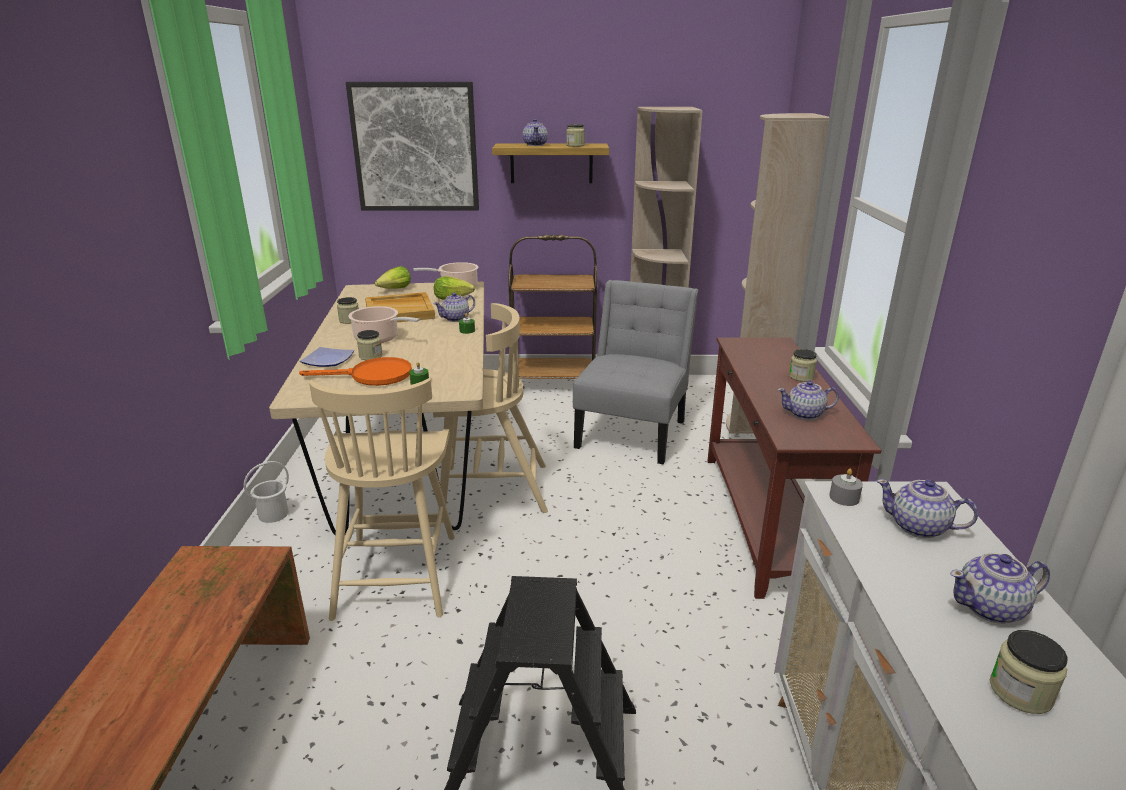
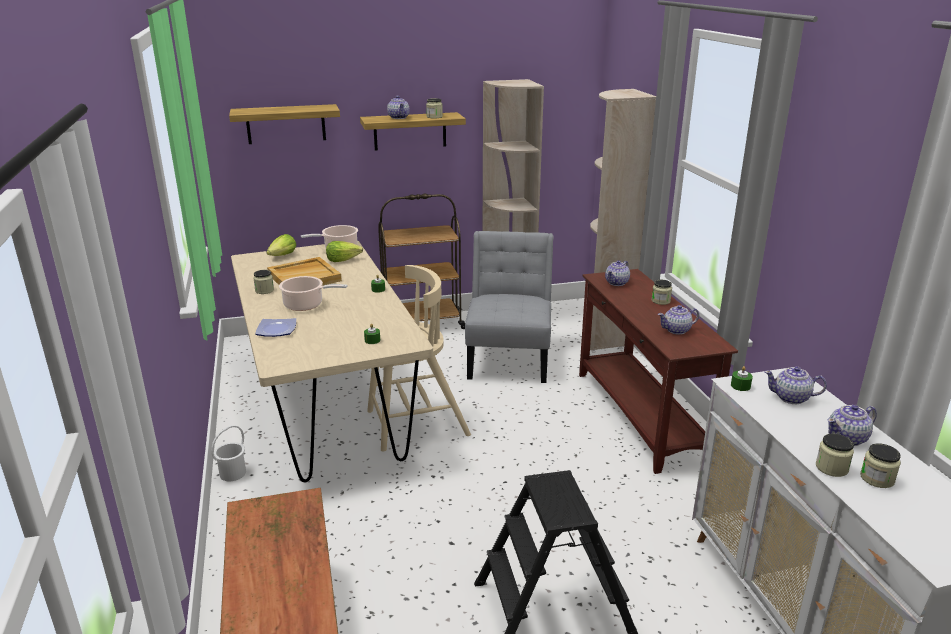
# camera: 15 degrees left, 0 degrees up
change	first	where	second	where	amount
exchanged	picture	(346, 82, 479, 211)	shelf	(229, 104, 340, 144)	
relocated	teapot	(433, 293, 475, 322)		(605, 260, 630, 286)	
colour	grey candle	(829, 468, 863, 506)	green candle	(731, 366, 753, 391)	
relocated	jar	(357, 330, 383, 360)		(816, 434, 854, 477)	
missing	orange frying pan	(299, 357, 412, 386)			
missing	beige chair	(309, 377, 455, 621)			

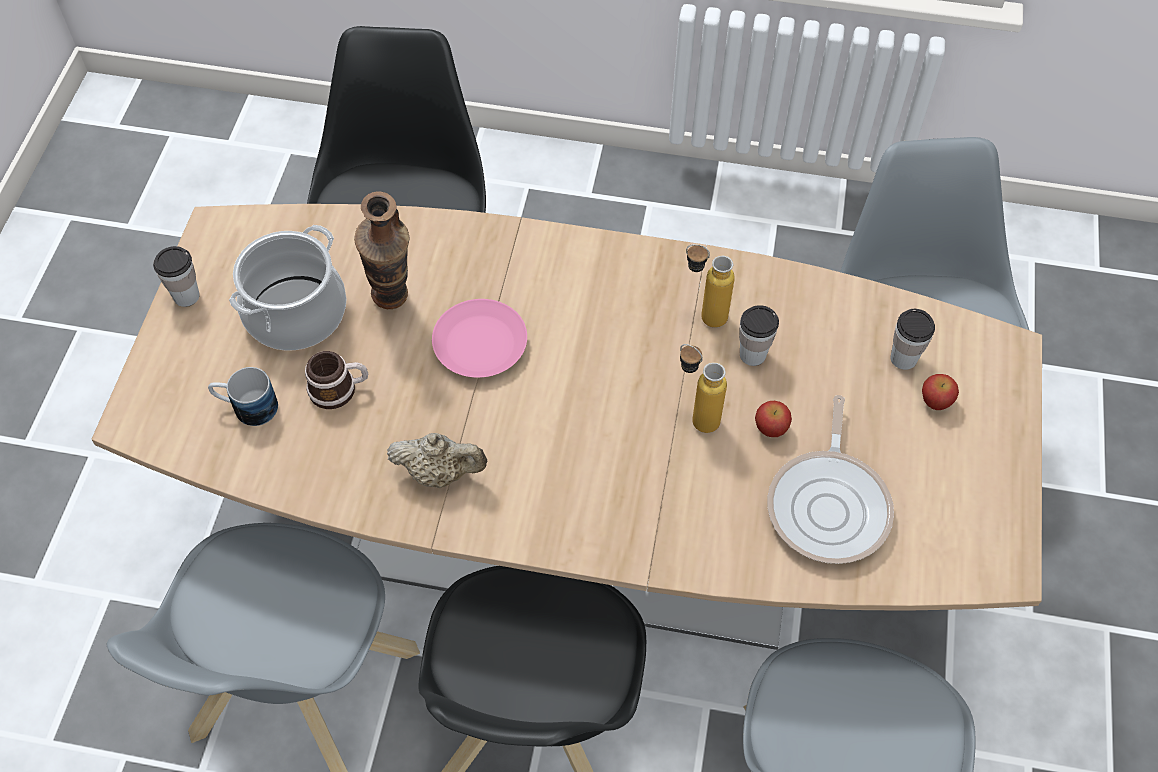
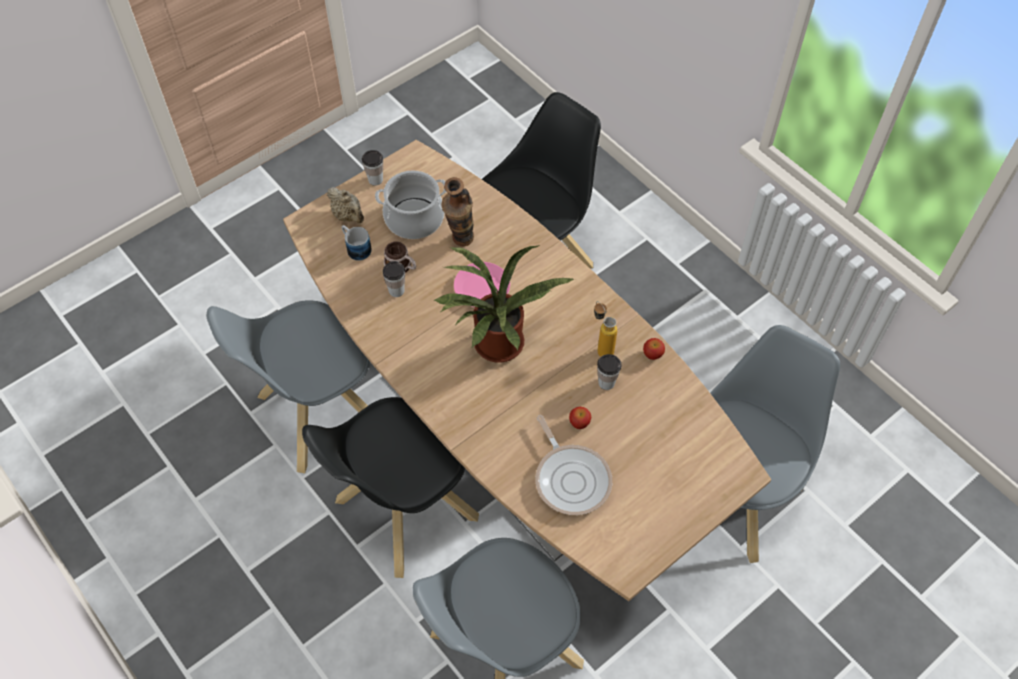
# camera: 40 degrees right, 0 degrees up
change	first	where	second	where	amount
relocated	beige teapot	(387, 433, 487, 488)		(327, 187, 364, 223)	
relocated	cup	(890, 309, 935, 370)		(383, 261, 405, 297)	
appeared			potted plant	(434, 245, 575, 363)	
spun	frying pan	(767, 395, 894, 564)		(535, 415, 612, 515)	75 degrees counterclockwise
relocated	apple	(922, 374, 959, 410)		(643, 338, 665, 360)	
missing	bottle	(680, 344, 727, 433)			

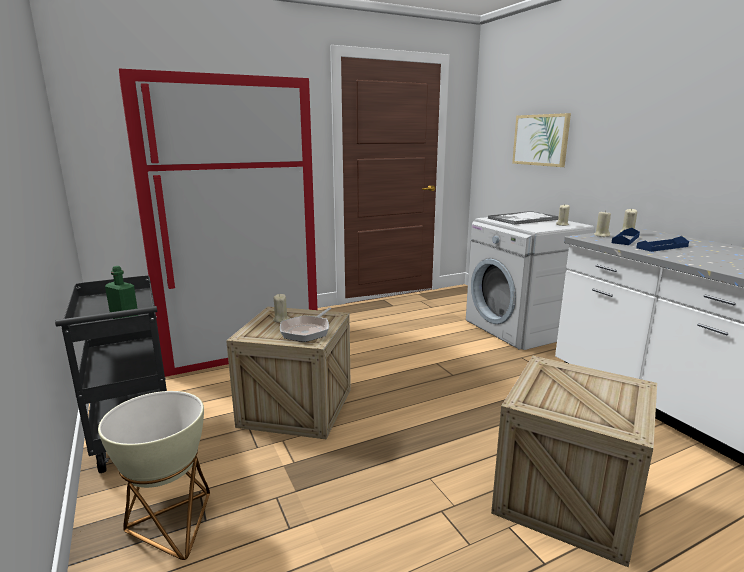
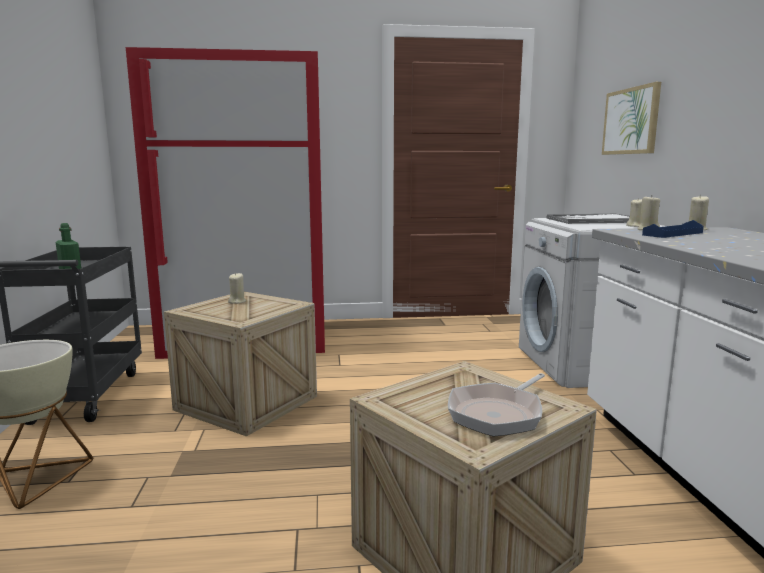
# camera: 20 degrees right, 5 degrees down
change	first	where	second	where	amount
relocated	frying pan	(280, 307, 331, 342)		(448, 373, 545, 437)	
missing	blue tray	(636, 236, 689, 252)			

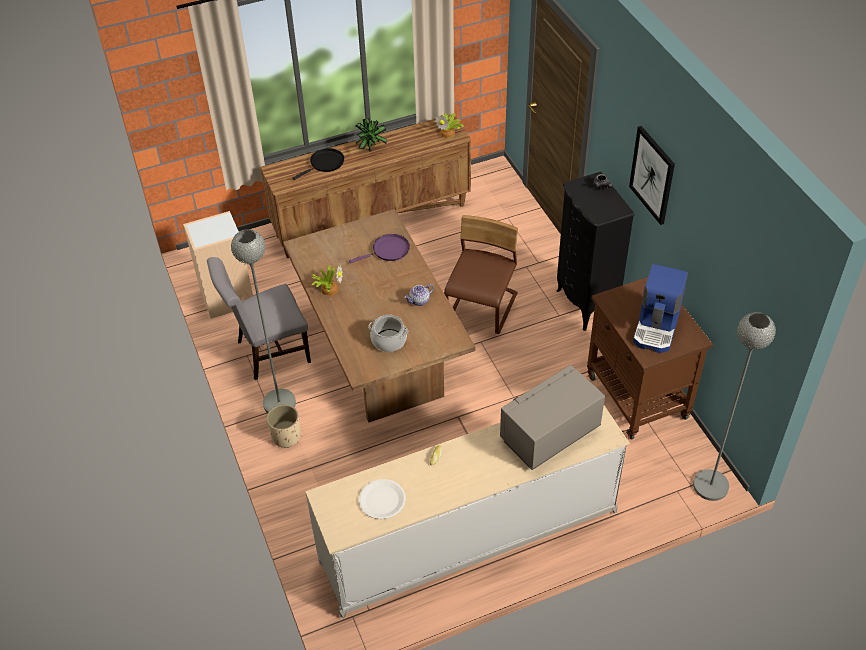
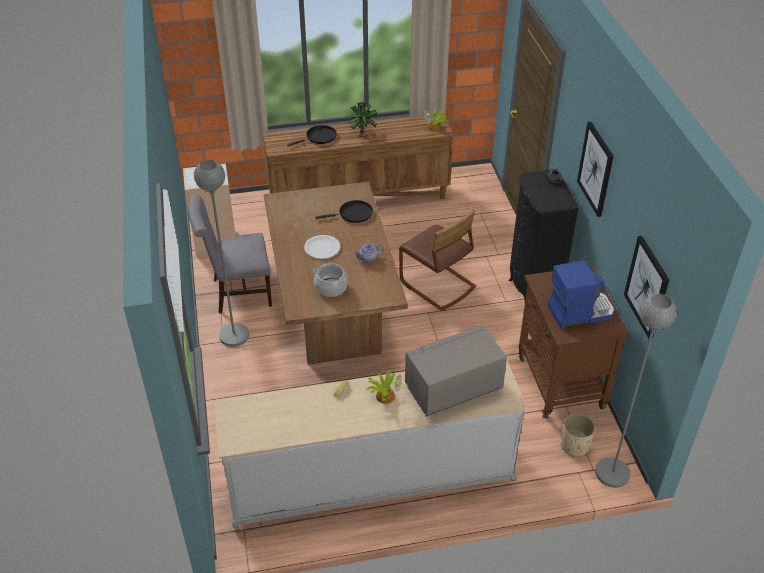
# camera: 10 degrees right, 5 degrees down
change	first	where	second	where	amount
relocated	white plate	(359, 479, 406, 519)		(304, 235, 341, 259)	
colour	purple frying pan	(349, 234, 410, 263)	black frying pan	(315, 200, 373, 223)	
relocated	potted plant	(312, 265, 342, 296)		(367, 370, 402, 404)	
spun	brown chair	(444, 215, 518, 334)		(399, 209, 476, 311)	105 degrees clockwise
spun	coffee machine	(633, 264, 688, 353)		(547, 261, 614, 328)	135 degrees counterclockwise
relocated	beige planter	(267, 404, 301, 448)		(561, 413, 595, 457)	
appeared			picture	(624, 236, 669, 339)	

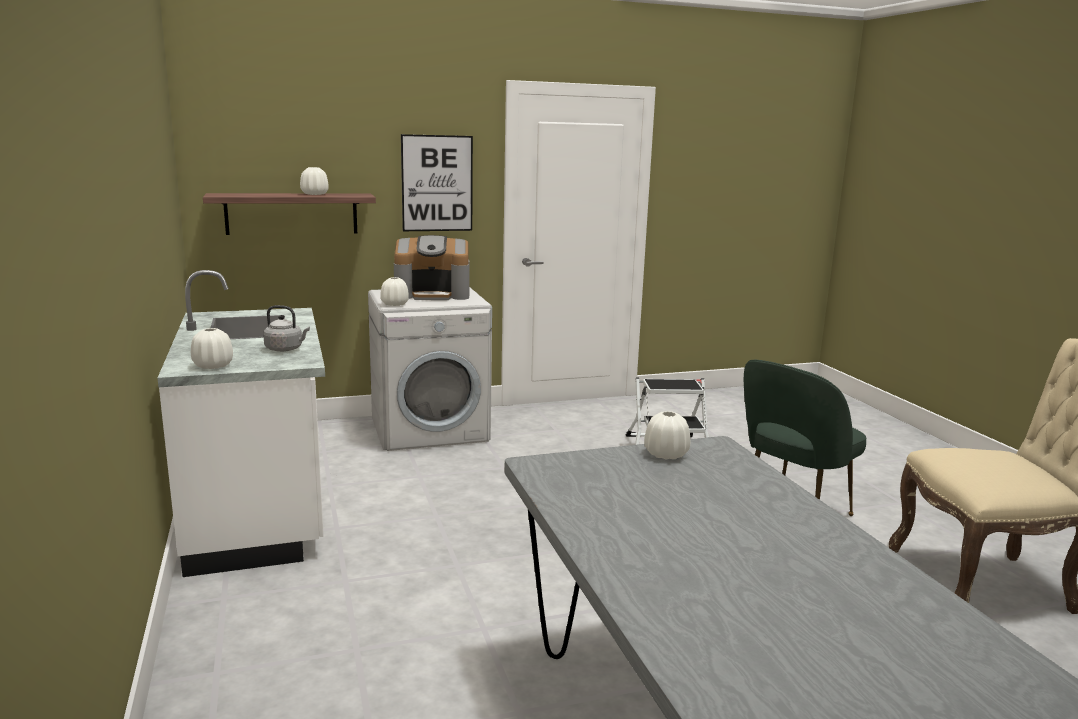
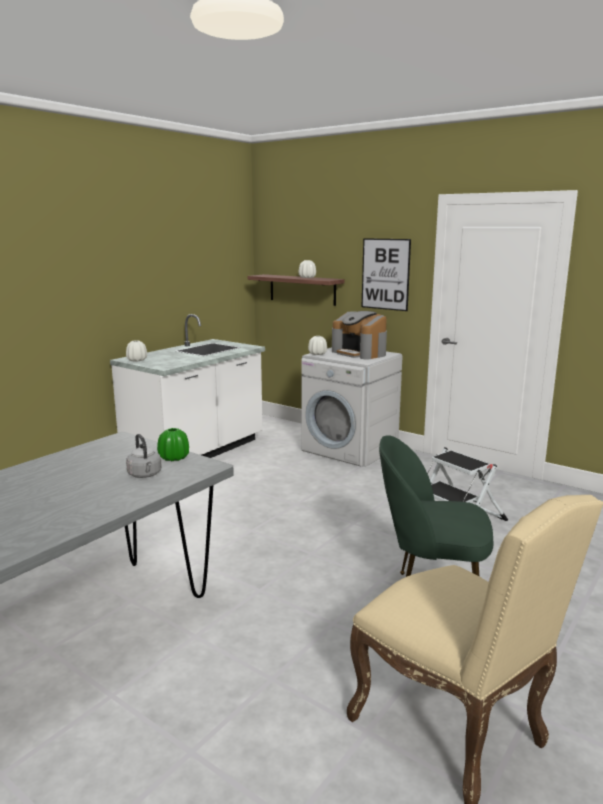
# camera: 55 degrees right, 0 degrees up
change	first	where	second	where	amount
relocated	grey kettle	(263, 305, 310, 352)		(126, 434, 162, 478)	
colour	white vase	(644, 411, 690, 460)	green vase	(157, 428, 189, 461)	

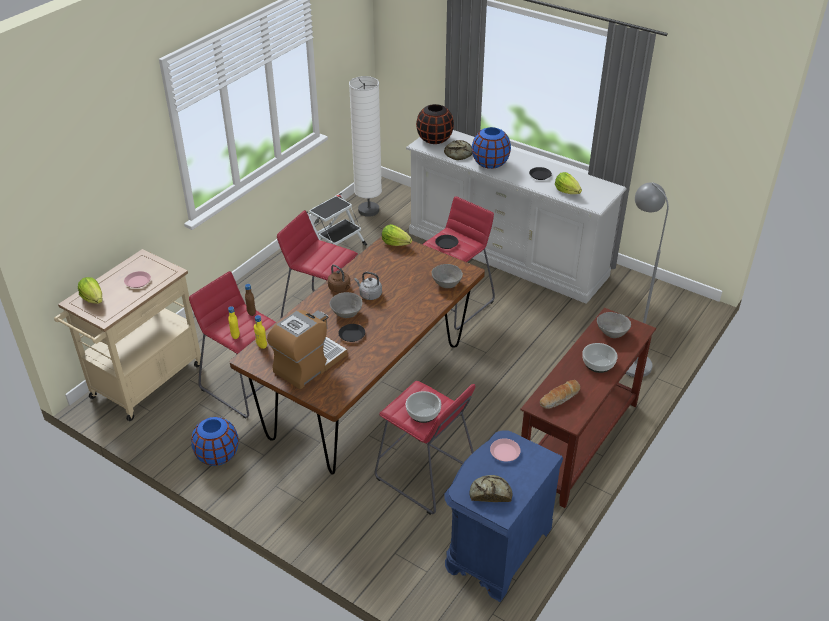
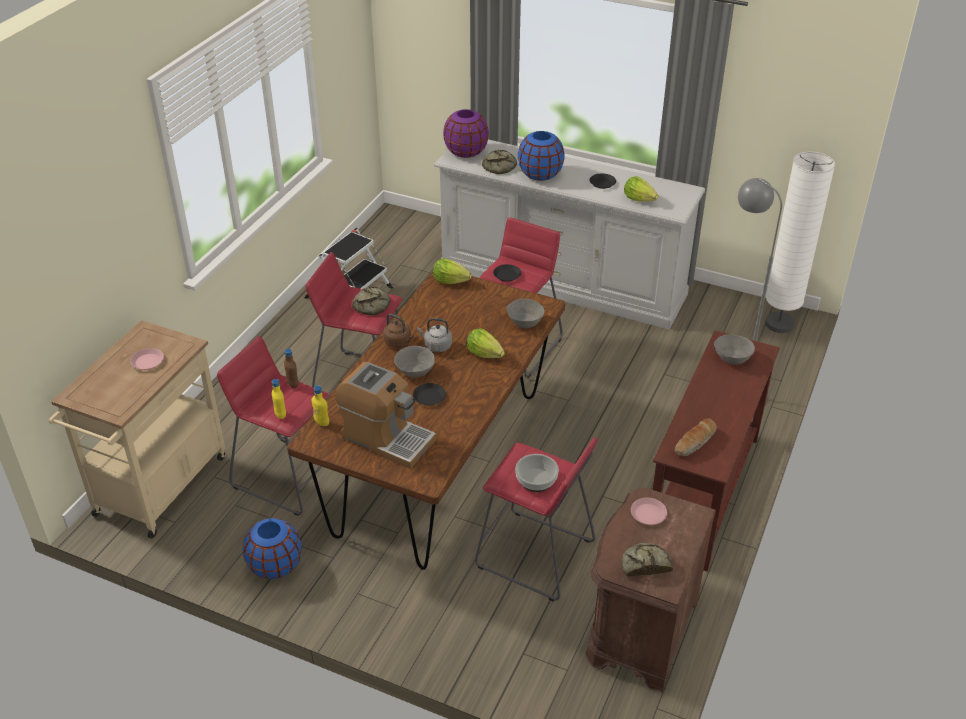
# camera: 10 degrees left, 0 degrees up
change	first	where	second	where	amount
spun	coffee machine	(267, 310, 348, 389)		(335, 362, 437, 469)	90 degrees clockwise
appeared			bread	(352, 287, 391, 316)	
colour	black vase	(416, 104, 454, 144)	purple vase	(443, 109, 489, 158)	
relocated	lettuce	(78, 277, 103, 304)		(467, 328, 505, 358)	
colour	blue nightstand	(444, 430, 563, 602)	brown nightstand	(585, 488, 716, 693)	
relocated	white floor lamp	(349, 76, 382, 217)		(765, 152, 835, 333)	
missing	bowl	(582, 343, 618, 373)			

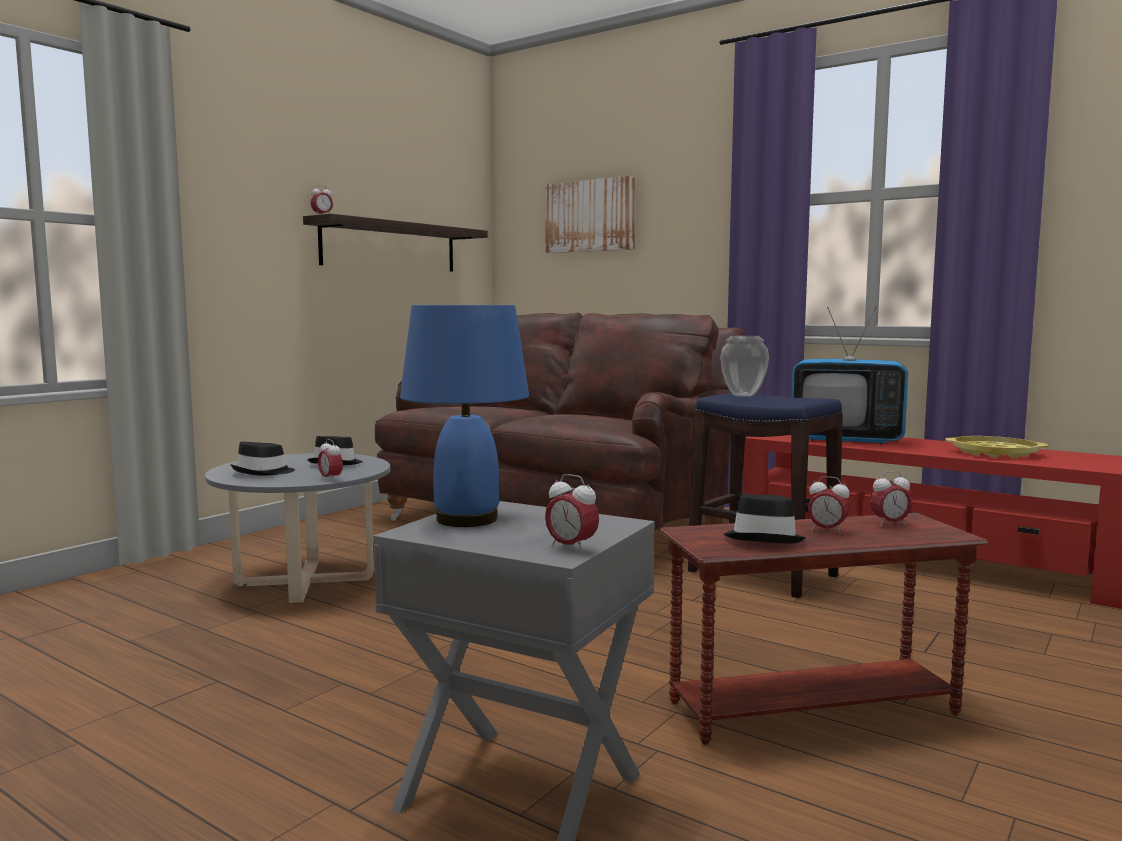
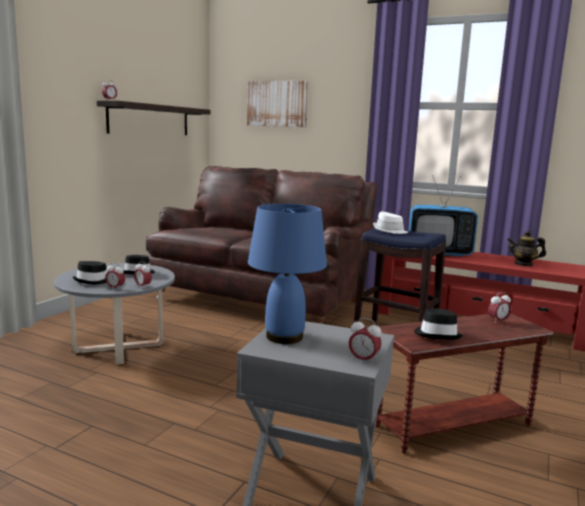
# camera: 10 degrees left, 5 degrees up
change	first	where	second	where	amount
relocated	alarm clock	(808, 476, 850, 534)		(105, 263, 125, 289)	
exchanged	vase	(720, 335, 769, 397)	white hat	(373, 212, 408, 234)	
exchanged	yellow tray	(945, 436, 1048, 459)	teapot	(507, 231, 546, 266)	

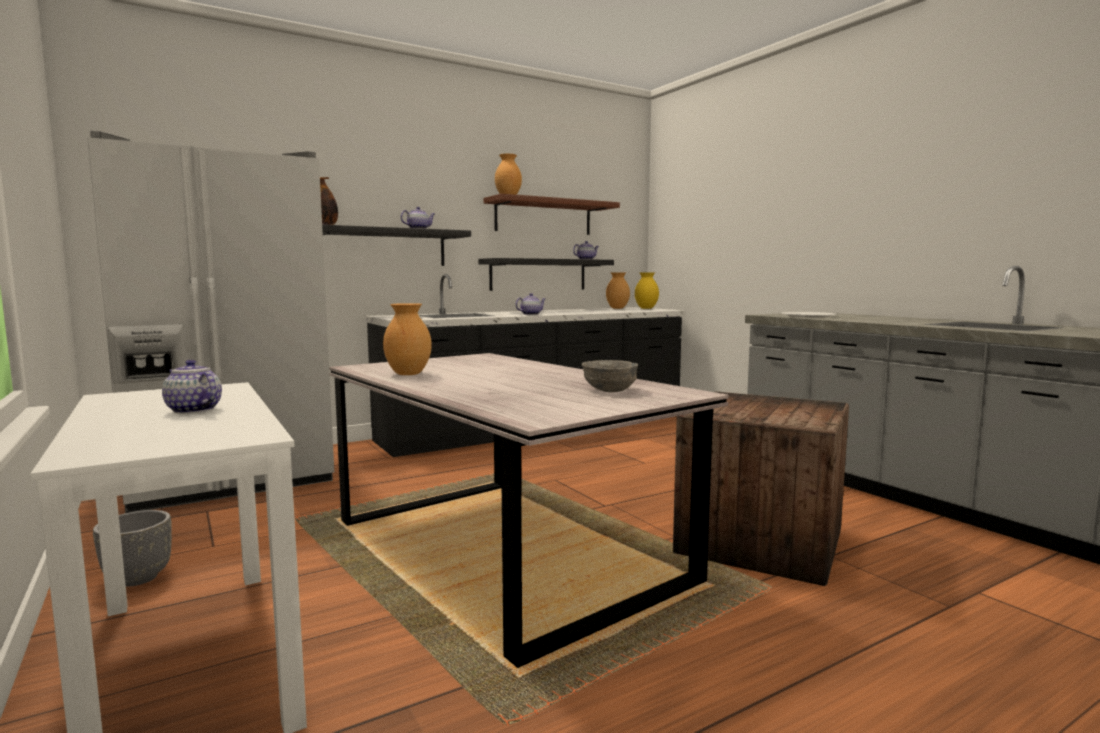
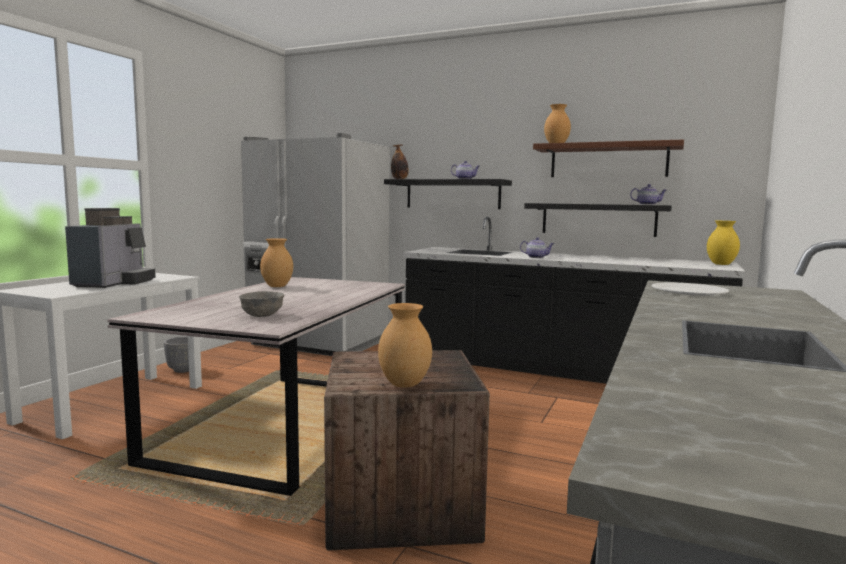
# camera: 55 degrees right, 0 degrees up
change	first	where	second	where	amount
exchanged	teapot	(162, 360, 222, 414)	coffee machine	(65, 208, 156, 288)	
relocated	brown vase	(606, 272, 630, 309)		(378, 303, 432, 388)	

